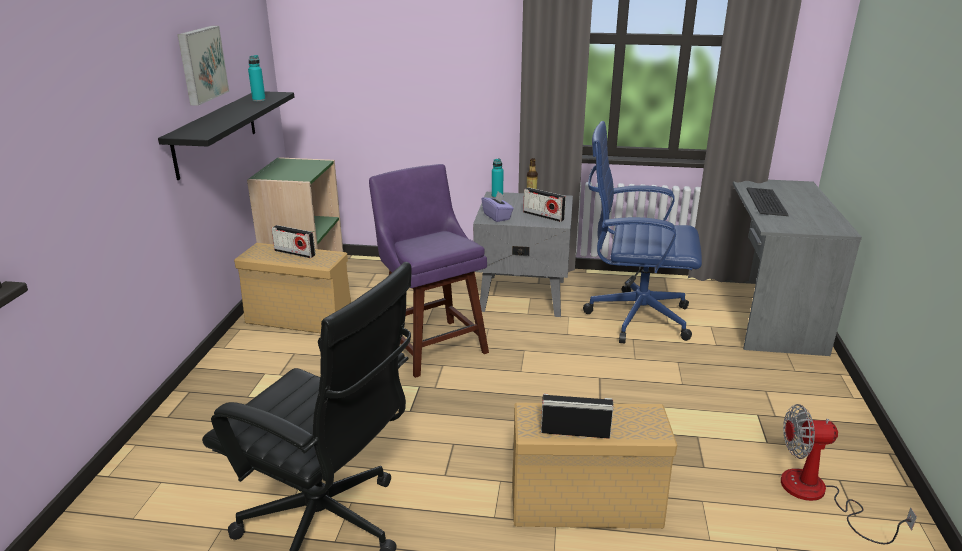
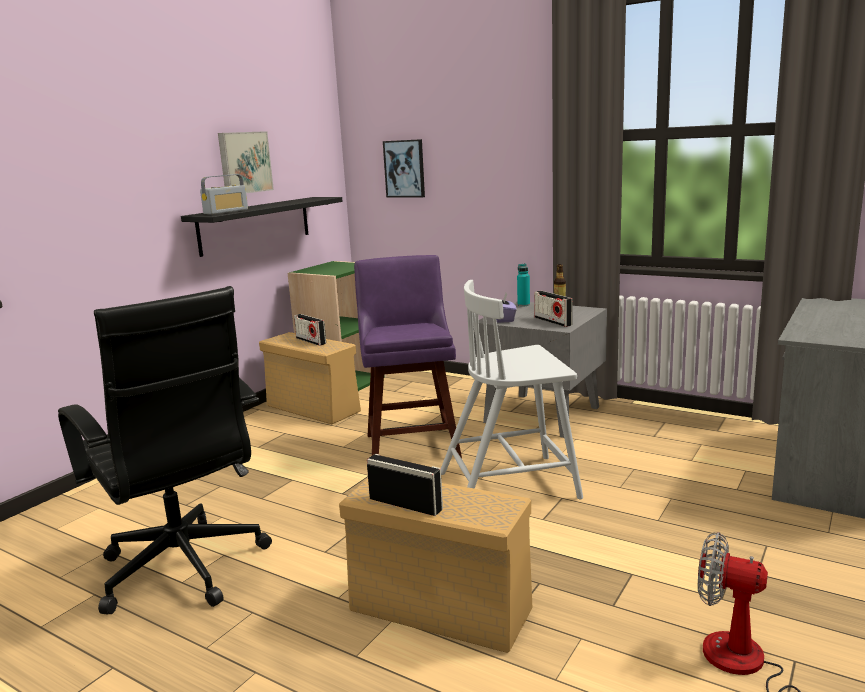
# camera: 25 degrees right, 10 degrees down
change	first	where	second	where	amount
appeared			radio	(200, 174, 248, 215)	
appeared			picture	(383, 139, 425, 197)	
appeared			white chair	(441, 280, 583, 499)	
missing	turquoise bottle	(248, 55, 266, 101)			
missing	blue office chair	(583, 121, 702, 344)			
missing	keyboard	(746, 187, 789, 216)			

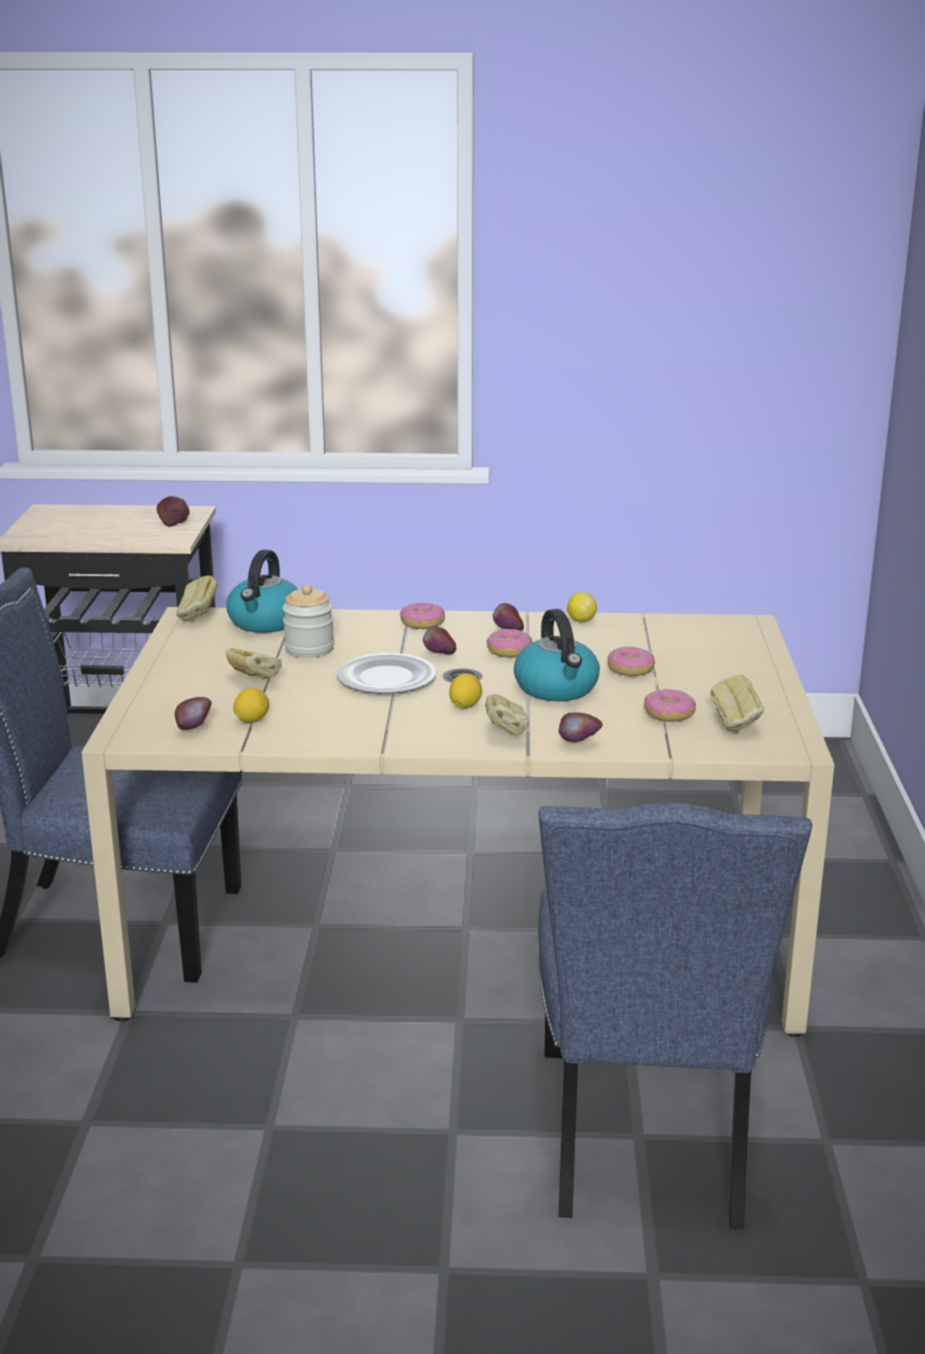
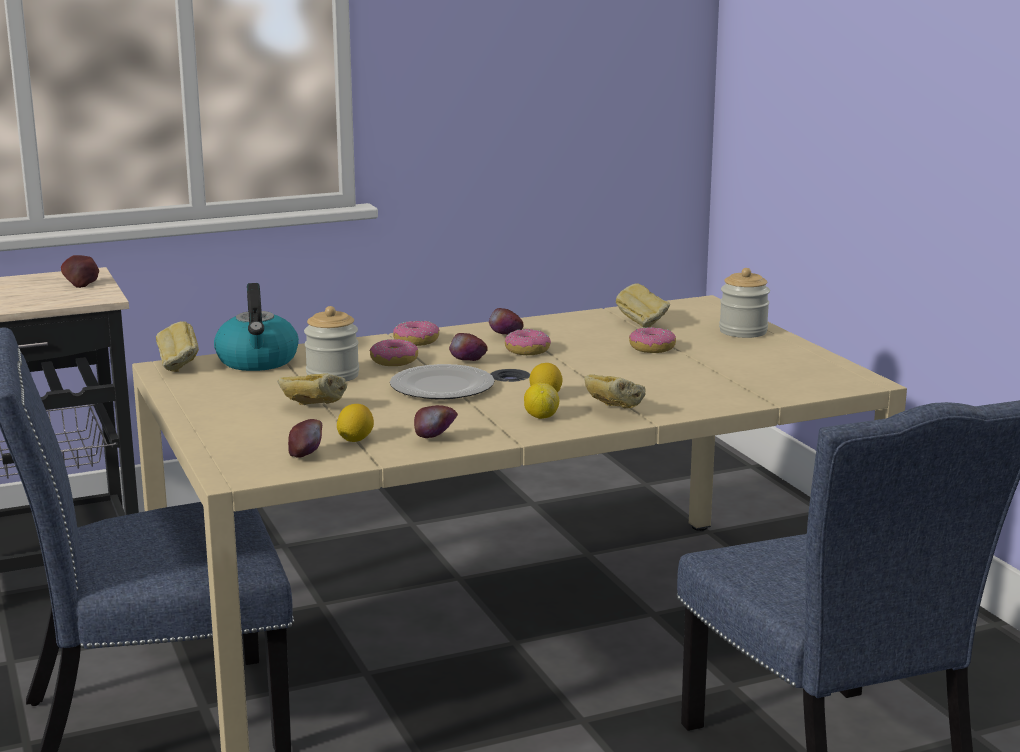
# camera: 25 degrees left, 5 degrees down
change	first	where	second	where	amount
relocated	donut	(644, 689, 696, 722)		(370, 339, 418, 366)	
relocated	apple	(558, 713, 603, 742)		(414, 405, 458, 438)	
relocated	lemon	(567, 592, 597, 622)		(524, 383, 559, 419)	
relocated	bread	(711, 675, 764, 733)		(616, 283, 670, 328)	
appeared			jar	(719, 268, 770, 338)	
missing	kettle	(514, 609, 600, 701)			

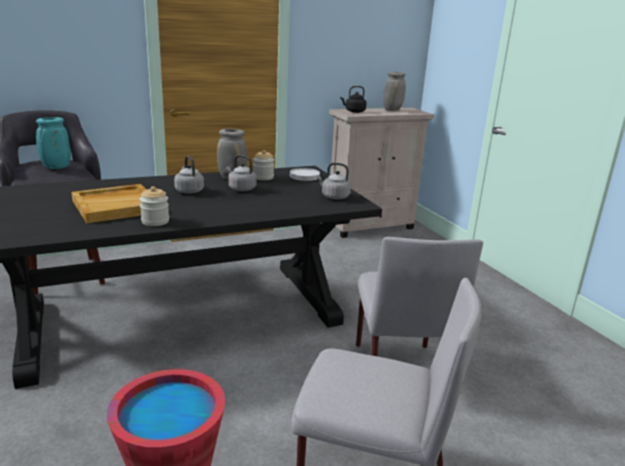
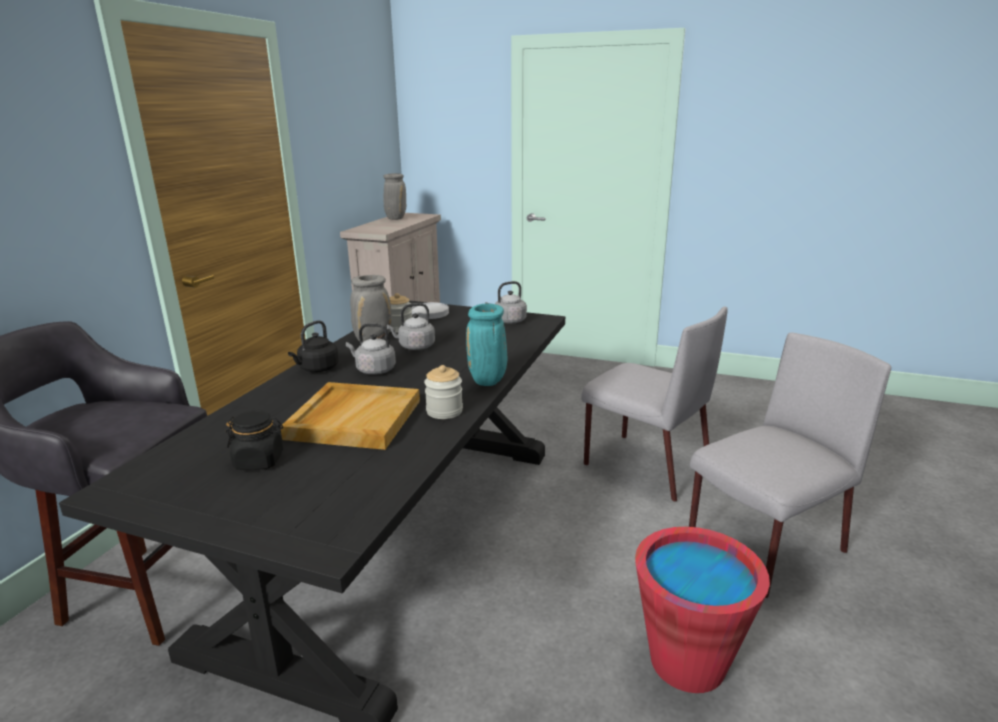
# camera: 45 degrees left, 0 degrees up
change	first	where	second	where	amount
appeared			black jar	(226, 410, 283, 470)	
relocated	black kettle	(340, 86, 366, 113)		(288, 320, 339, 372)	
relocated	turquoise vase	(36, 117, 71, 169)		(466, 304, 507, 386)	

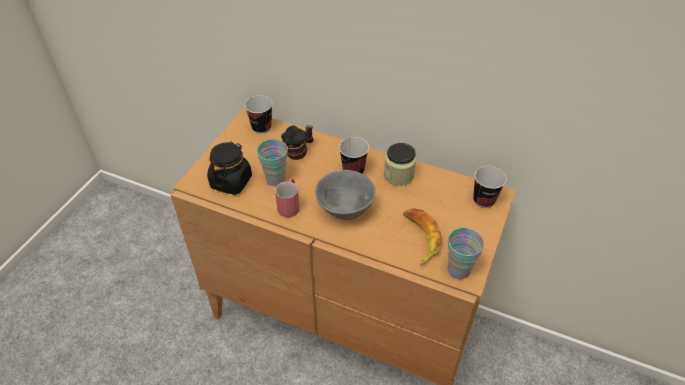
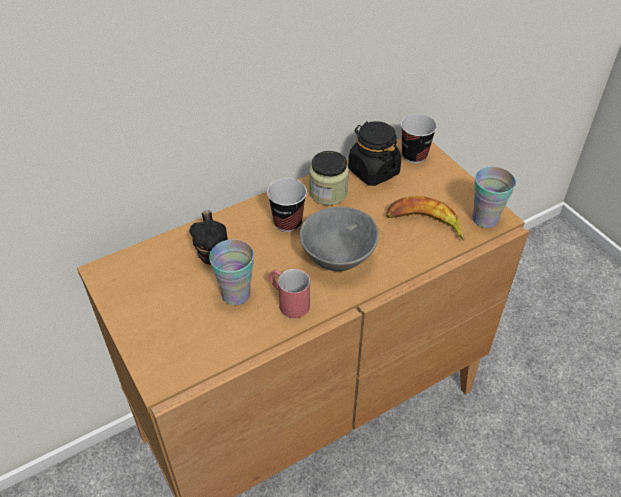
# camera: 55 degrees left, 0 degrees up
change	first	where	second	where	amount
relocated	black jar	(207, 141, 252, 195)		(348, 121, 401, 186)	
missing	cup	(245, 96, 273, 134)			

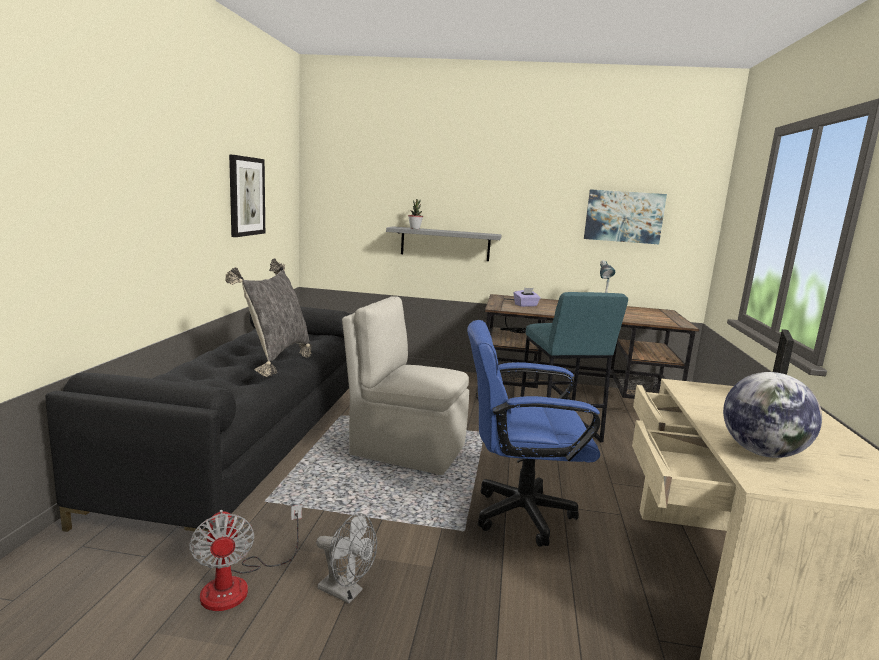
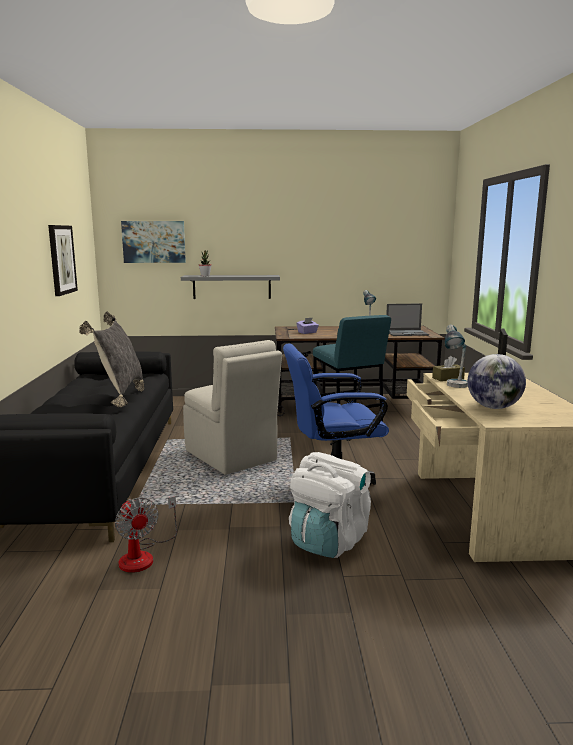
# camera: 10 degrees left, 0 degrees up
change	first	where	second	where	amount
relocated	picture	(584, 189, 667, 244)		(121, 221, 186, 263)	
spun	beige chair	(342, 296, 469, 475)		(183, 340, 282, 475)	135 degrees counterclockwise
appeared			white backpack	(289, 452, 371, 558)	
appeared			laptop	(386, 303, 429, 336)	
appeared			brown tissue box	(432, 356, 465, 381)	
appeared			table lamp	(445, 325, 468, 388)	
missing	grey fan	(316, 513, 377, 604)			

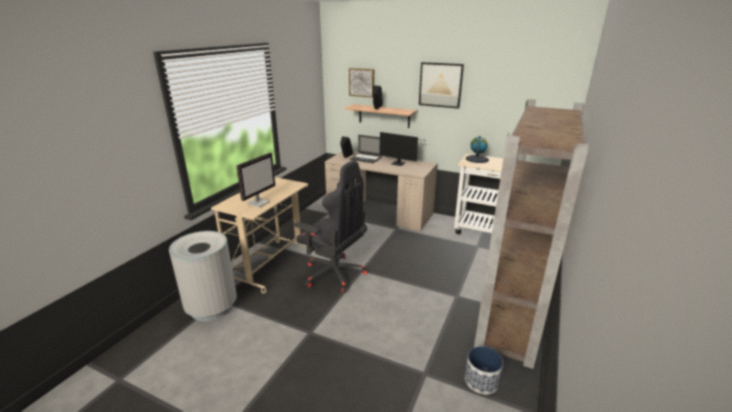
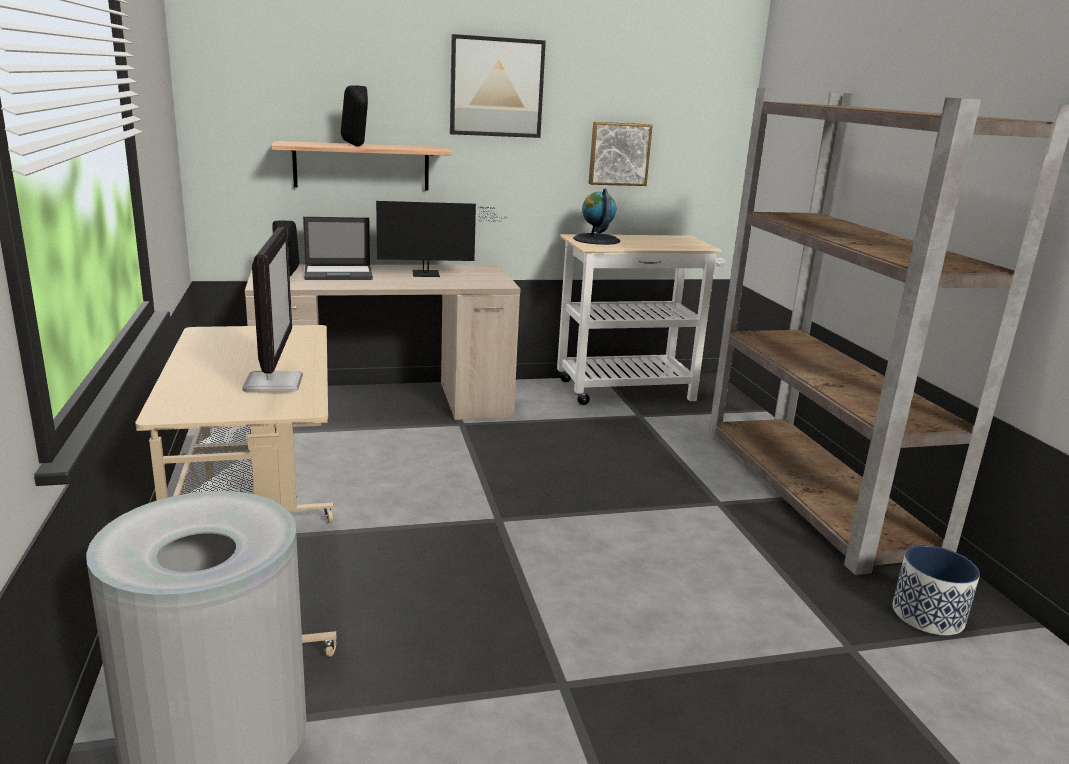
# camera: 40 degrees left, 5 degrees down
change	first	where	second	where	amount
relocated	picture	(349, 68, 374, 98)		(588, 122, 653, 186)	
missing	black office chair	(294, 160, 367, 293)			

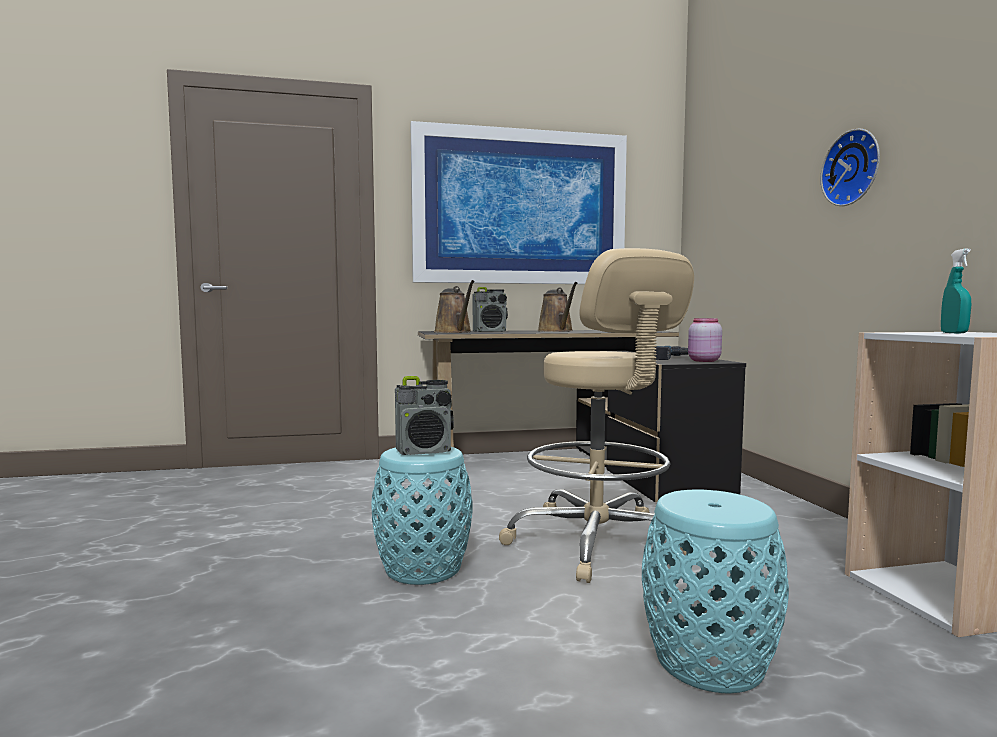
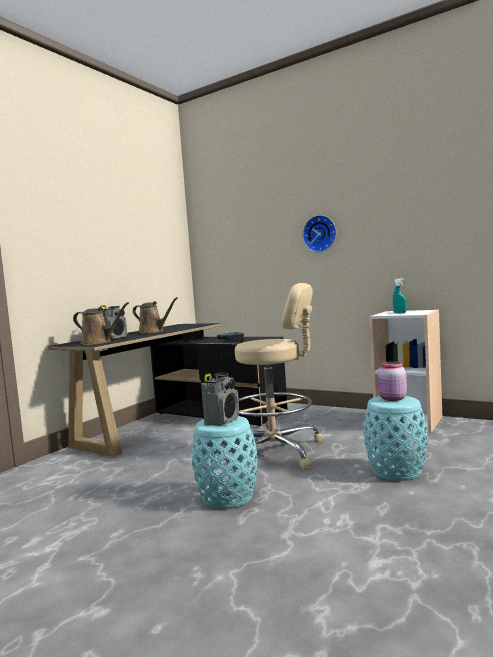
# camera: 45 degrees left, 0 degrees up
change	first	where	second	where	amount
relocated	pink jar	(688, 318, 722, 362)		(378, 361, 407, 401)	
missing	picture	(411, 121, 627, 284)			

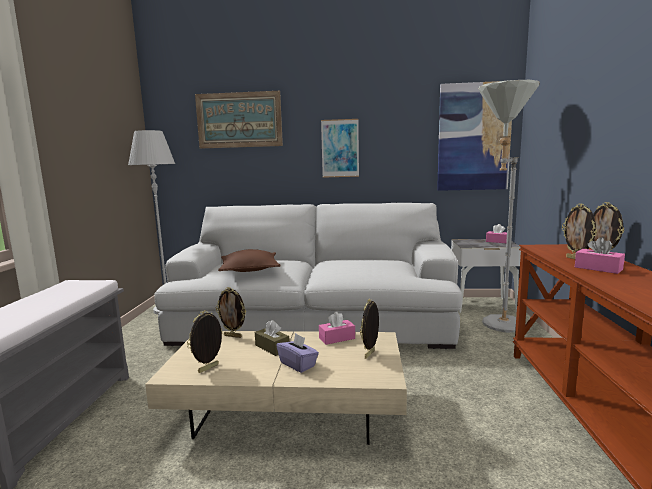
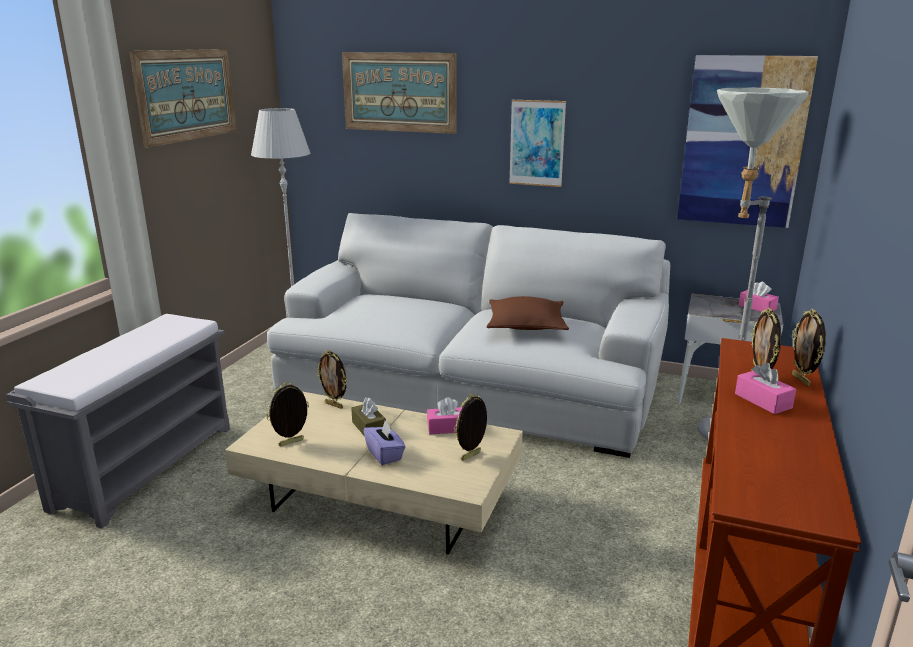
# camera: 15 degrees right, 10 degrees up
change	first	where	second	where	amount
appeared			picture	(129, 49, 237, 148)	
relocated	brown pillow	(218, 249, 281, 272)		(487, 296, 569, 330)	

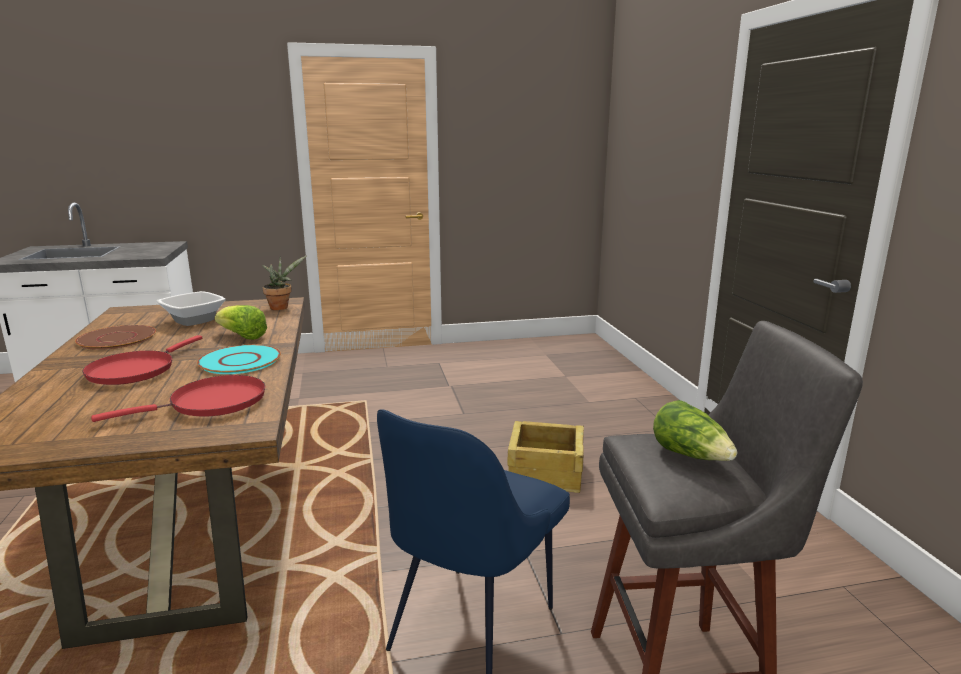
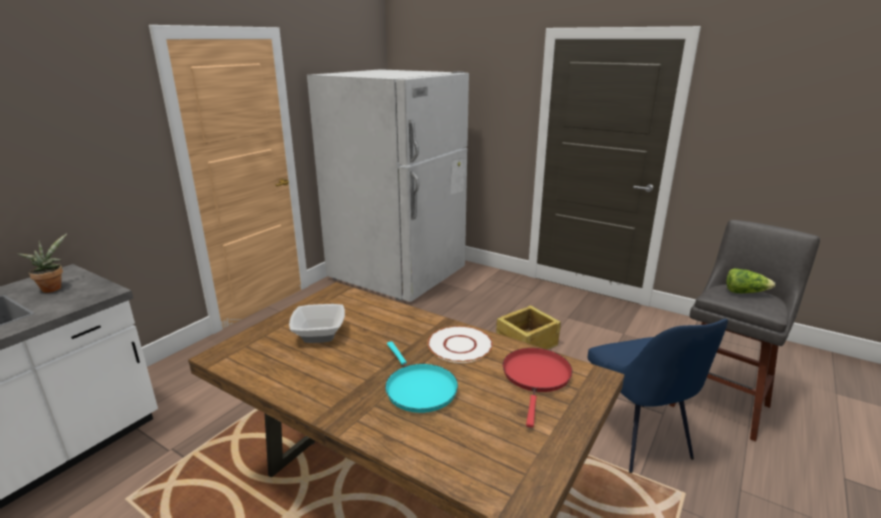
# camera: 45 degrees left, 5 degrees up
change	first	where	second	where	amount
relocated	potted plant	(262, 256, 306, 310)		(17, 234, 67, 293)	
appeared			white fridge	(307, 69, 469, 302)	
colour	red frying pan	(82, 335, 202, 385)	turquoise frying pan	(385, 341, 458, 413)	
colour	turquoise plate	(197, 344, 281, 374)	white plate	(427, 326, 493, 363)	
missing	brown plate	(75, 325, 156, 350)			
missing	lettuce	(215, 305, 267, 340)			

